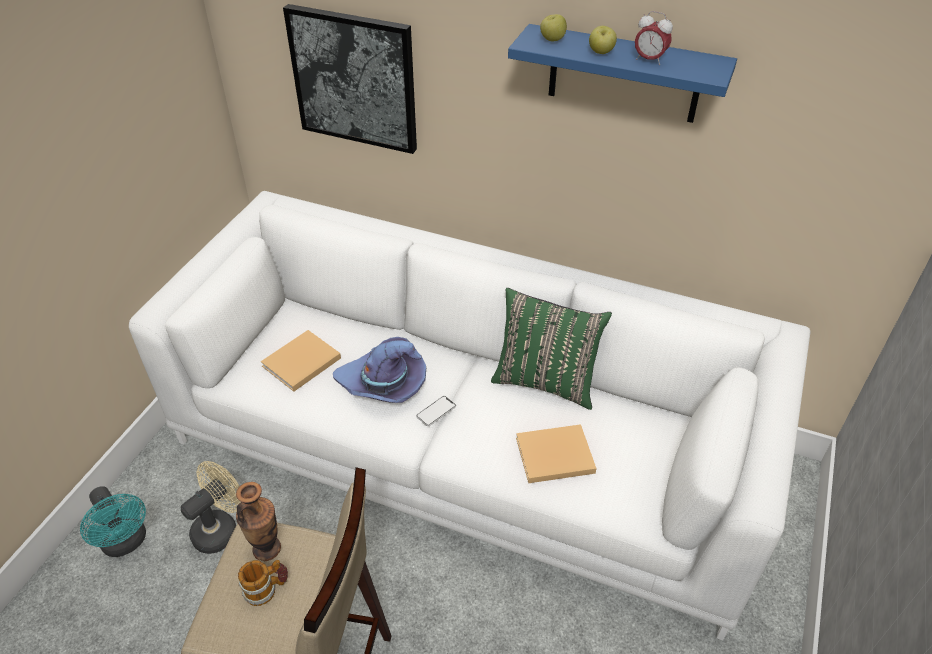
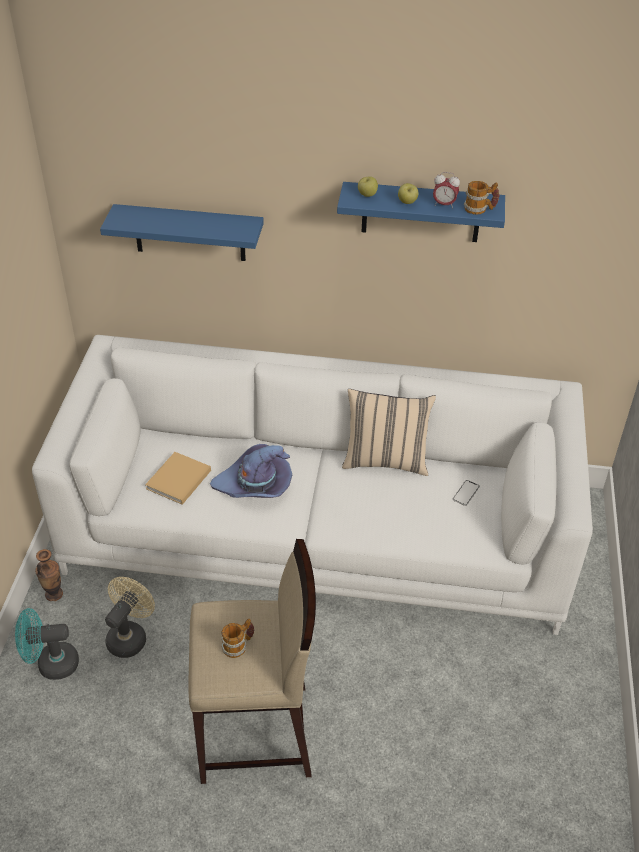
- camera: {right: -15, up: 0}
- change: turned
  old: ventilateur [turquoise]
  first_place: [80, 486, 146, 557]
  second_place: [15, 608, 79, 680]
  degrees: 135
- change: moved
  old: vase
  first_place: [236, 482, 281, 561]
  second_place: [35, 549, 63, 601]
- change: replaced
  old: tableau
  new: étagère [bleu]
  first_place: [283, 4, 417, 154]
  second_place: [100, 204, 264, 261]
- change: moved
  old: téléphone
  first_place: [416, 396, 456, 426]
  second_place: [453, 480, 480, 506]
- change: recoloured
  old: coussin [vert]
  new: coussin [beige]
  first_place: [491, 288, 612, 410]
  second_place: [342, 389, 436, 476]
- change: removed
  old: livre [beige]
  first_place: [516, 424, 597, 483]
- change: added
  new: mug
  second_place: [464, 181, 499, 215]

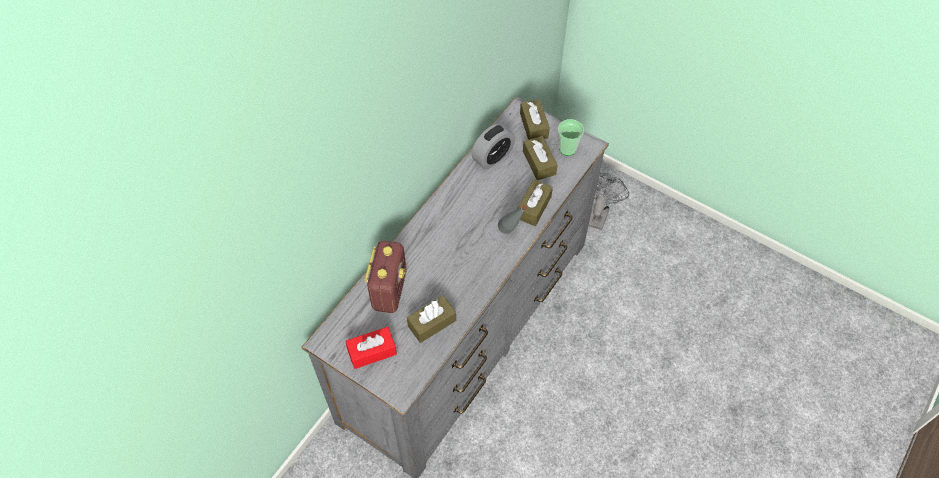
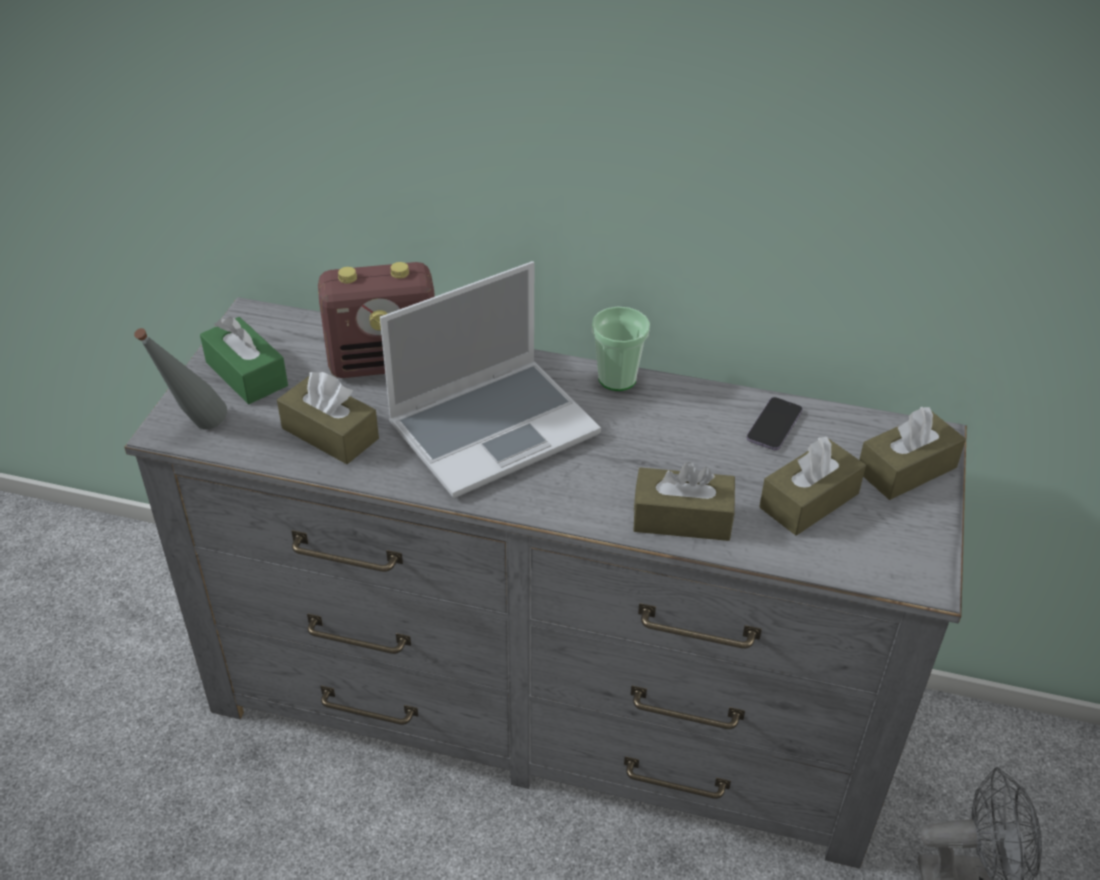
- camera: {right: 70, up: -15}
- change: recoloured
  old: boîte à mouchoirs [rouge]
  new: boîte à mouchoirs [vert]
  first_place: [346, 327, 397, 369]
  second_place: [200, 316, 288, 404]
- change: replaced
  old: réveil
  new: téléphone
  first_place: [471, 124, 515, 170]
  second_place: [747, 397, 803, 450]
- change: moved
  old: bouteille [gris]
  first_place: [498, 205, 527, 234]
  second_place: [134, 328, 227, 429]
- change: moved
  old: tasse
  first_place: [558, 119, 584, 156]
  second_place: [592, 306, 650, 391]
- change: added
  new: ordinateur portable
  second_place: [380, 261, 601, 498]

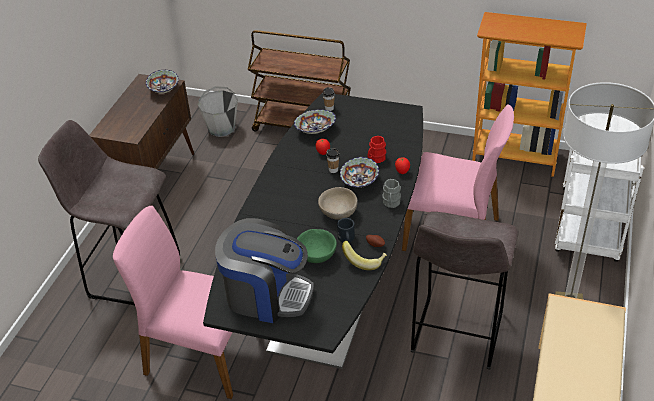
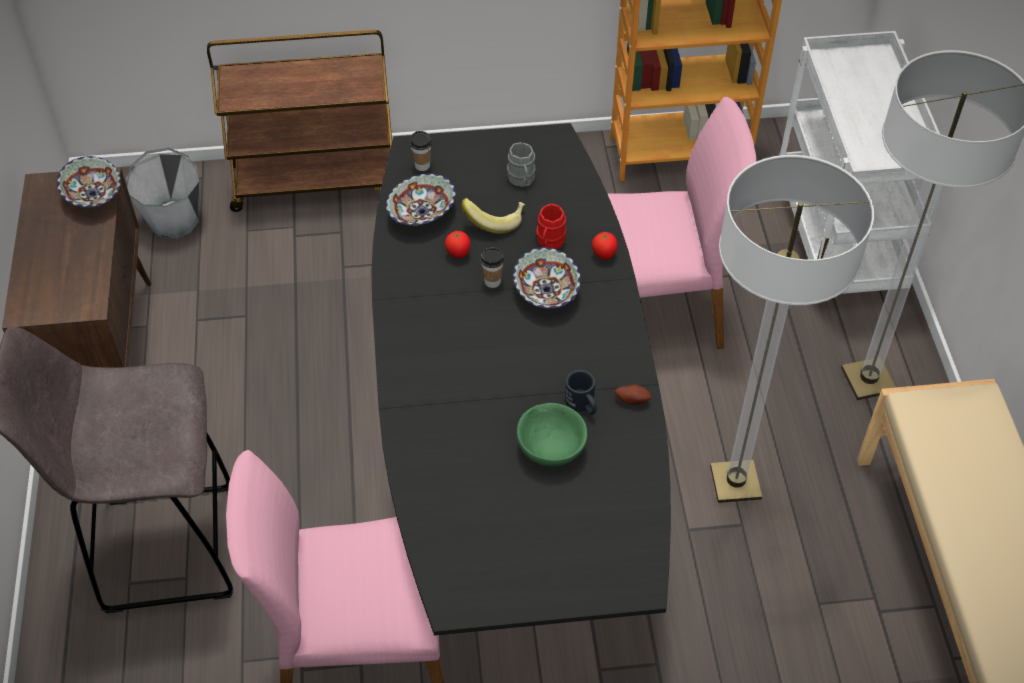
- camera: {right: -25, up: 10}
- change: removed
  old: machine à café
  first_place: [215, 218, 314, 323]
- change: removed
  old: bol [beige]
  first_place: [318, 187, 358, 220]
- change: moved
  old: banane
  first_place: [342, 241, 387, 270]
  second_place: [461, 198, 525, 234]
- change: moved
  old: mug [gris]
  first_place: [382, 179, 401, 208]
  second_place: [507, 142, 536, 187]
- change: replaced
  old: tabouret [gris]
  new: lampadaire
  first_place: [411, 212, 519, 370]
  second_place: [710, 155, 874, 503]

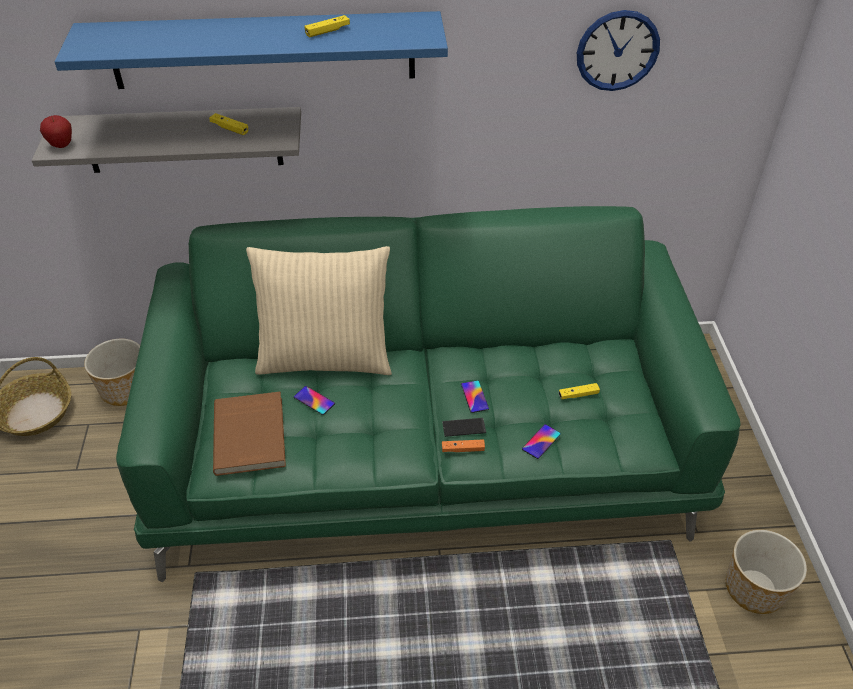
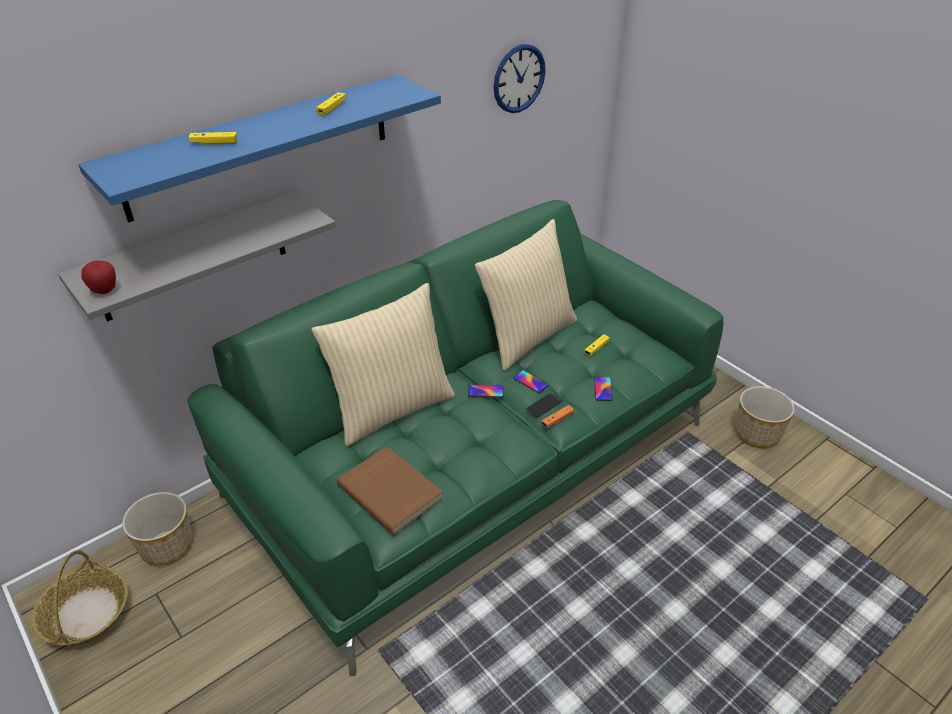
- camera: {right: -35, up: -5}
- change: moved
  old: manette [jaune]
  first_place: [209, 113, 248, 135]
  second_place: [188, 132, 237, 145]
- change: moved
  old: téléphone
  first_place: [294, 386, 335, 415]
  second_place: [468, 385, 503, 397]
- change: added
  new: coussin [beige]
  second_place: [475, 219, 577, 371]

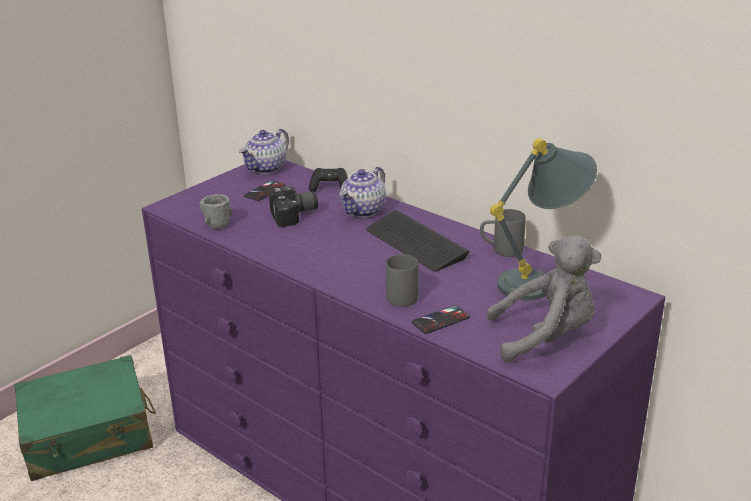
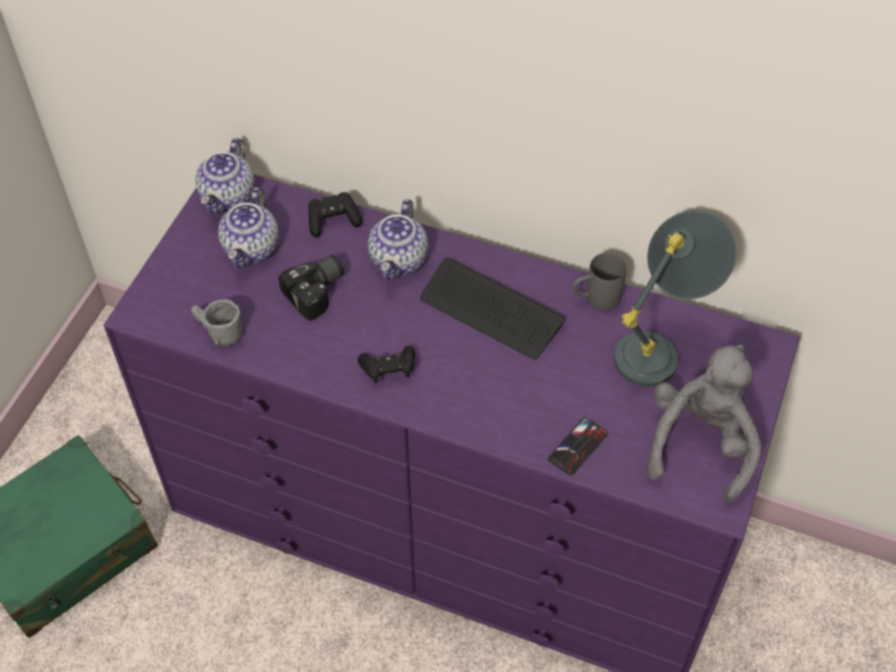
- camera: {right: -20, up: 25}
- change: replaced
  old: téléphone
  new: théière
  first_place: [244, 180, 285, 201]
  second_place: [218, 187, 279, 268]
- change: removed
  old: mug [gris]
  first_place: [386, 254, 419, 307]
- change: turned
  old: peluche [gris]
  first_place: [486, 235, 601, 363]
  second_place: [646, 344, 762, 504]
  degrees: -45
- change: added
  new: manette [noir]
  second_place: [358, 346, 415, 383]

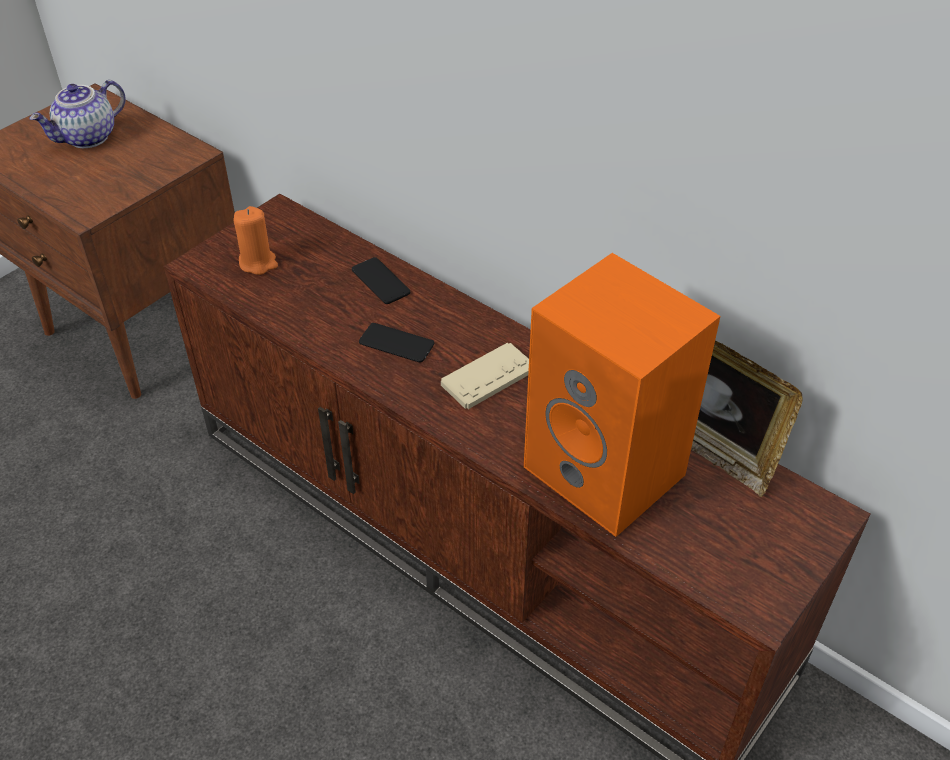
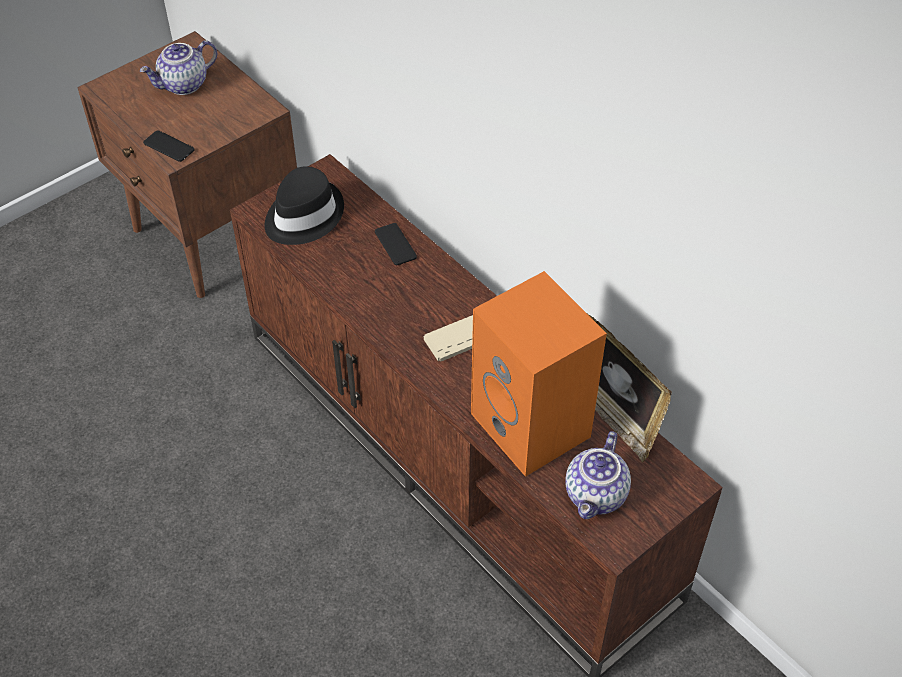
- camera: {right: 10, up: 5}
- change: replaced
  old: bougie [orange]
  new: chapeau [noir]
  first_place: [233, 206, 278, 275]
  second_place: [265, 166, 344, 245]
- change: moved
  old: téléphone
  first_place: [359, 323, 434, 363]
  second_place: [143, 130, 195, 162]
- change: added
  new: théière
  second_place: [565, 431, 631, 519]

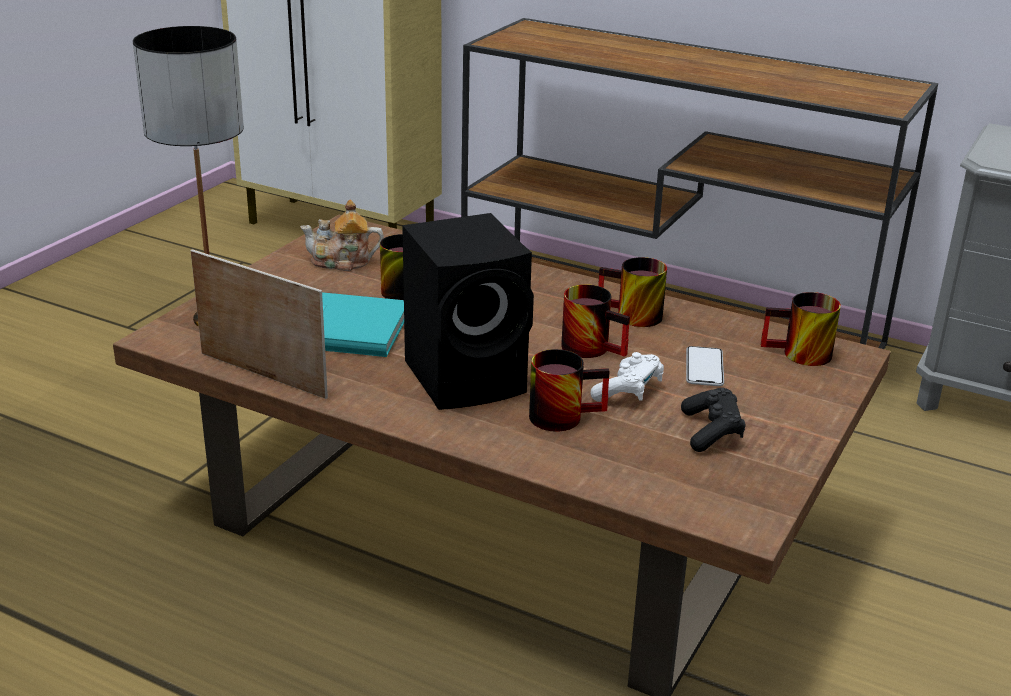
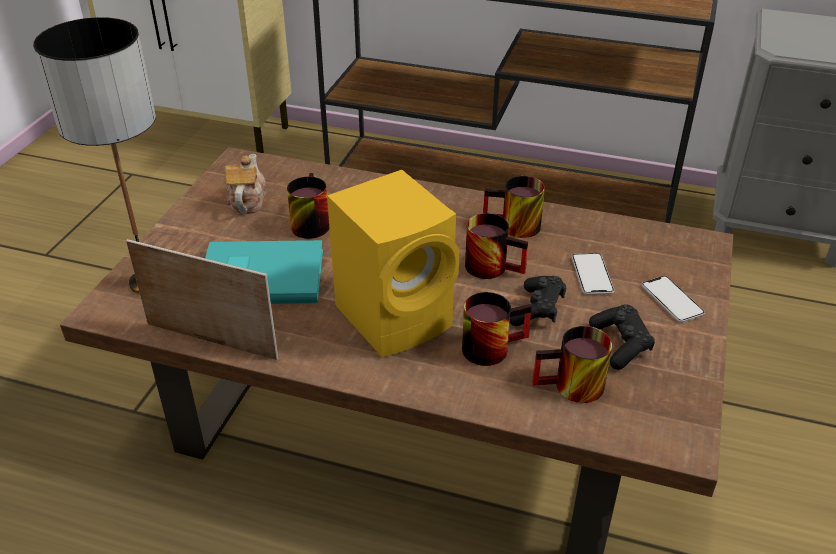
- camera: {right: -10, up: 10}
- change: turned
  old: théière
  first_place: [300, 200, 384, 271]
  second_place: [225, 154, 267, 214]
  degrees: 105
- change: recoloured
  old: enceinte [noir]
  new: enceinte [jaune]
  first_place: [402, 213, 534, 410]
  second_place: [327, 170, 459, 357]
- change: recoloured
  old: manette [blanc]
  new: manette [noir]
  first_place: [591, 352, 664, 402]
  second_place: [510, 276, 566, 326]
- change: moved
  old: mug
  first_place: [761, 292, 841, 366]
  second_place: [532, 326, 612, 403]
- change: added
  new: téléphone
  second_place: [641, 276, 705, 323]

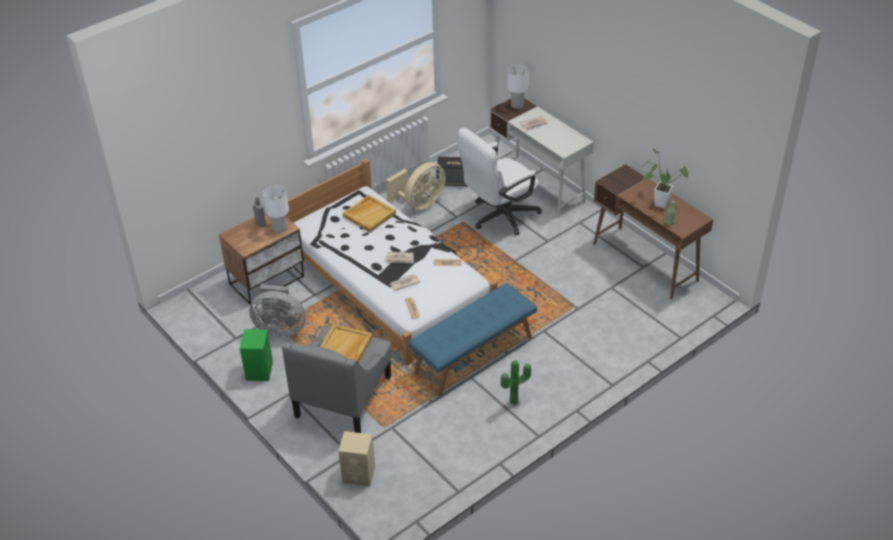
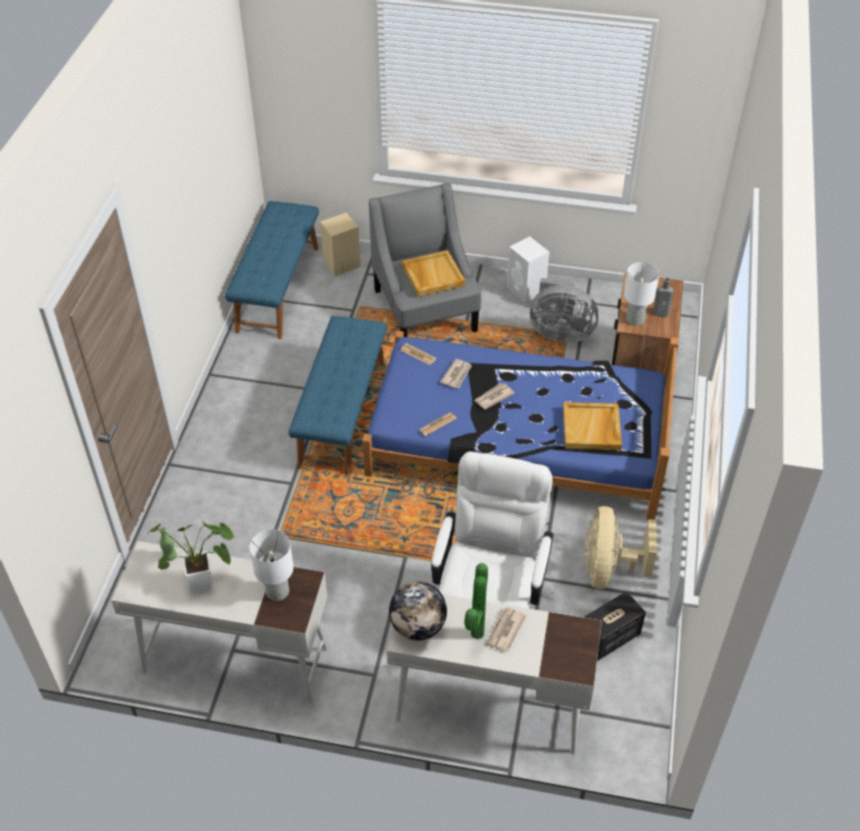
- camera: {right: 140, up: 5}
- change: recoloured
  old: enceinte [vert]
  new: enceinte [blanc]
  first_place: [240, 329, 273, 381]
  second_place: [507, 236, 549, 303]
- change: turned
  old: ventilateur [gris]
  first_place: [249, 285, 306, 337]
  second_place: [530, 278, 599, 343]
  degrees: -135
- change: recoloured
  old: lit [blanc]
  new: lit [bleu]
  first_place: [285, 158, 498, 366]
  second_place: [362, 331, 679, 520]
- change: moved
  old: plante en pot
  first_place: [501, 360, 531, 405]
  second_place: [465, 563, 488, 640]
- change: moved
  old: lampe de table [blanc]
  first_place: [507, 64, 529, 109]
  second_place: [250, 529, 294, 601]
- change: recoloured
  old: bureau [marron]
  new: bureau [blanc]
  first_place: [593, 164, 713, 299]
  second_place: [111, 541, 328, 704]
- change: added
  new: banc [bleu]
  second_place: [225, 201, 319, 339]
- change: added
  new: globe
  second_place: [389, 582, 447, 641]

